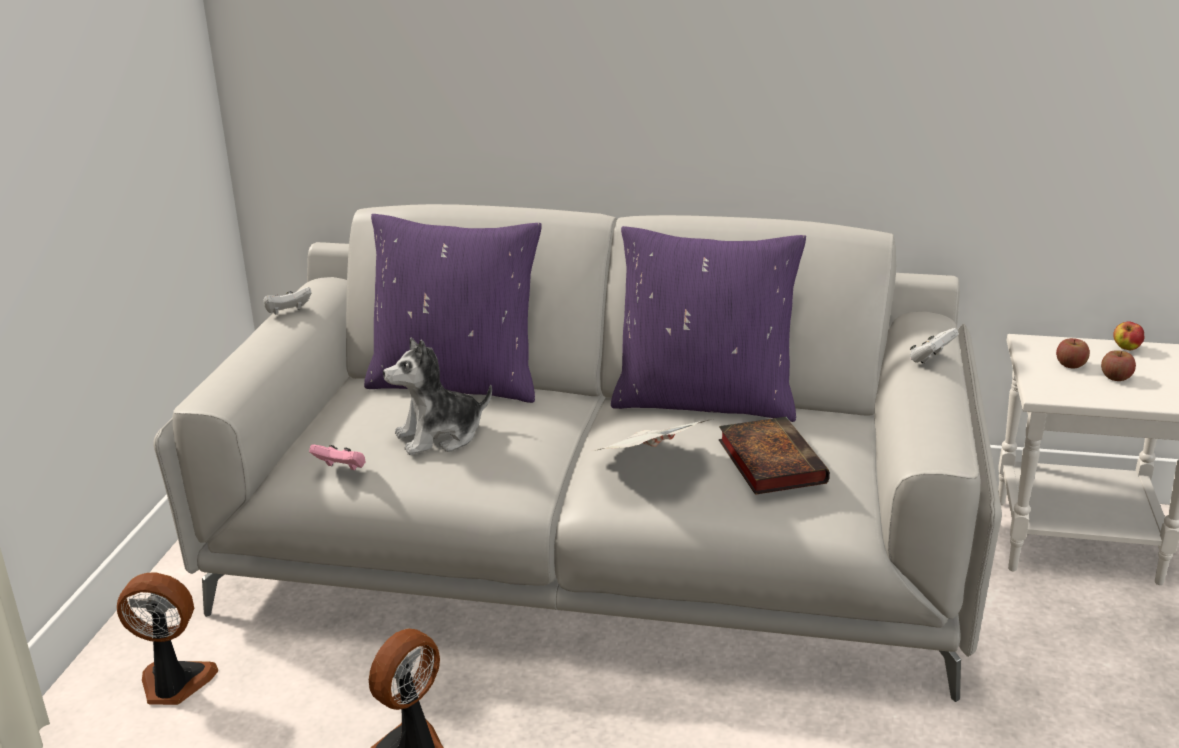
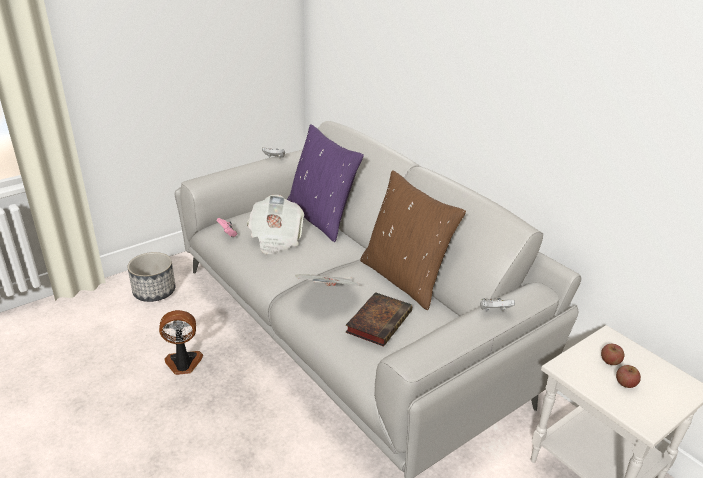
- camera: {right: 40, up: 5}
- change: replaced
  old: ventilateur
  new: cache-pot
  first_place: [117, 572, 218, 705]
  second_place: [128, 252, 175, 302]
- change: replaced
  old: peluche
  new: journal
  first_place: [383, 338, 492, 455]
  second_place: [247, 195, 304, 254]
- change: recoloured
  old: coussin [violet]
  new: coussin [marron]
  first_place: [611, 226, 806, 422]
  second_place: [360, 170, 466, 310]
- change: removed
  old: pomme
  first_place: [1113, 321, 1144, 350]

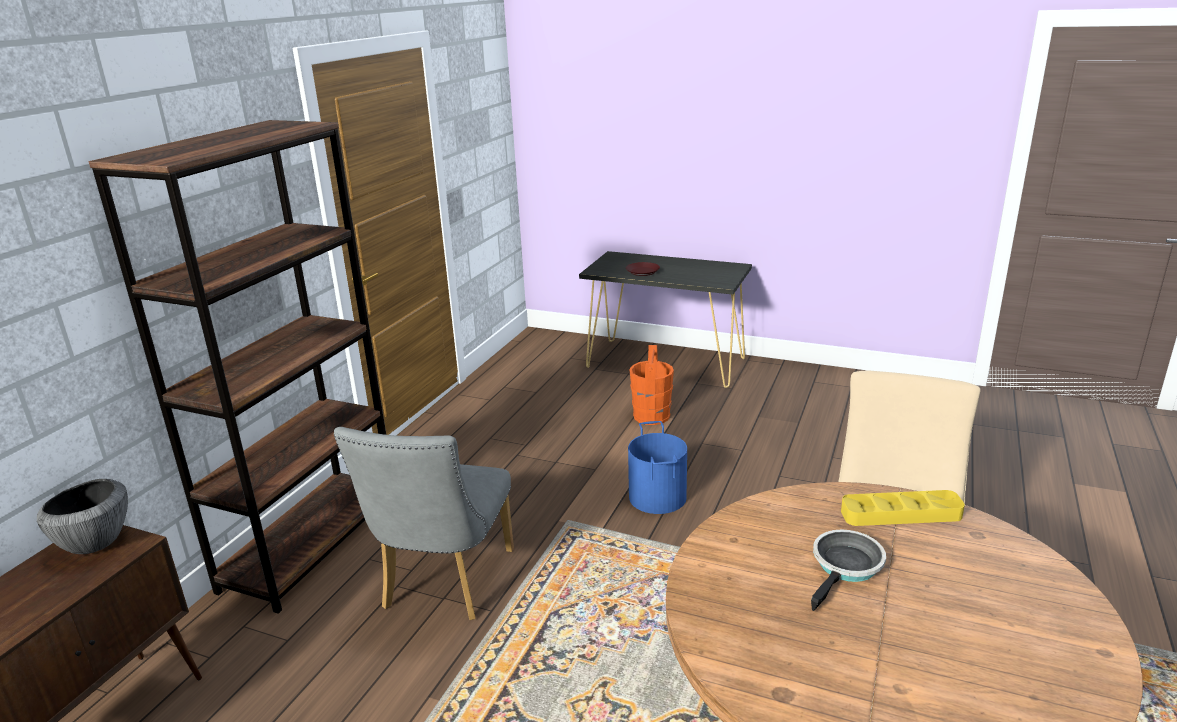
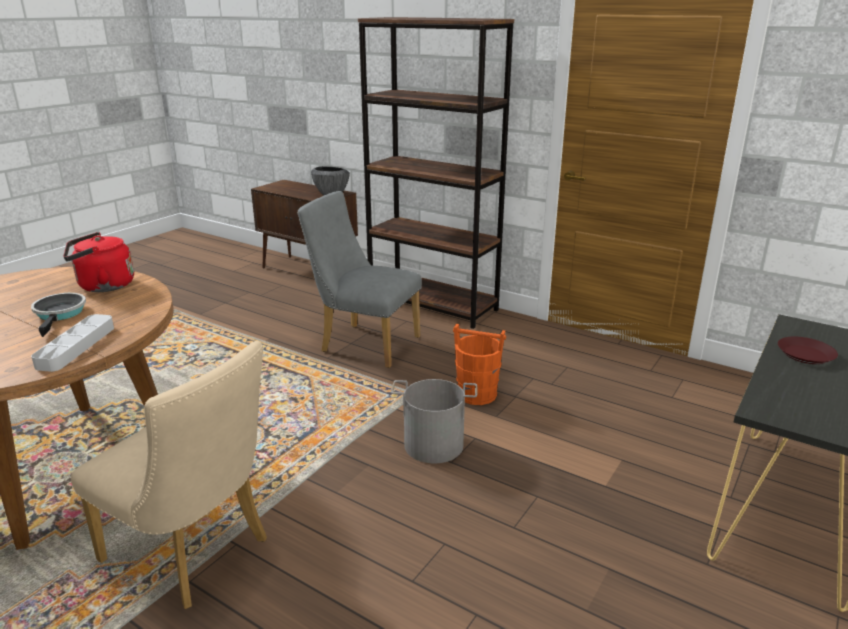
- camera: {right: 100, up: 0}
- change: recoloured
  old: seau [bleu]
  new: seau [gris]
  first_place: [628, 421, 687, 514]
  second_place: [391, 379, 478, 463]
- change: moved
  old: seau [orange]
  first_place: [629, 345, 674, 425]
  second_place: [453, 324, 506, 405]
- change: turned
  old: poêle
  first_place: [811, 530, 886, 611]
  second_place: [31, 293, 86, 337]
  degrees: -150
- change: recoloured
  old: plateau [jaune]
  new: plateau [gris]
  first_place: [841, 490, 965, 526]
  second_place: [31, 314, 114, 372]
- change: added
  new: bouilloire [rouge]
  second_place: [63, 232, 134, 292]

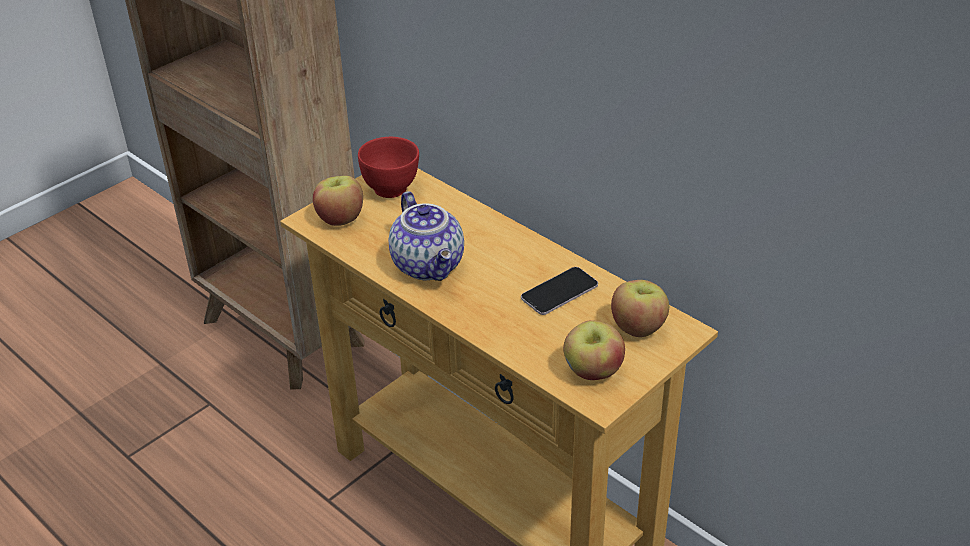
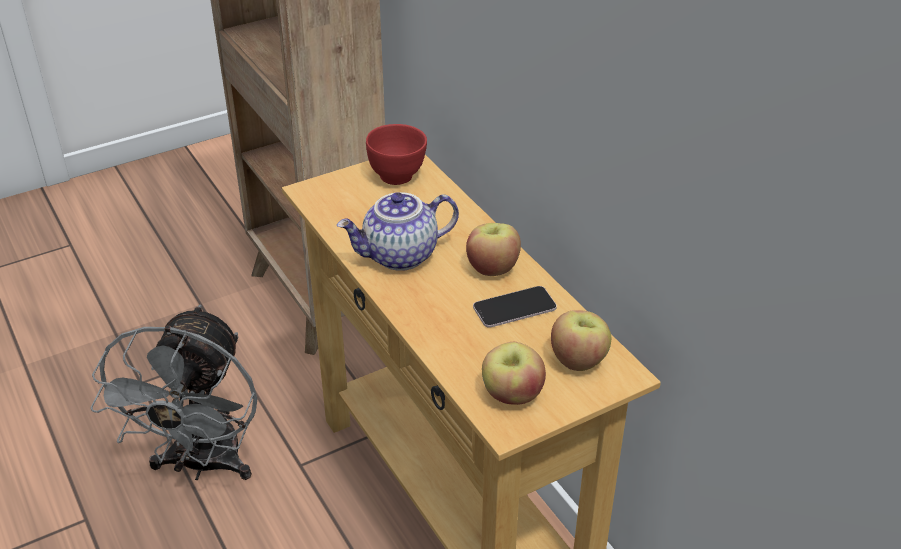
- camera: {right: 15, up: 0}
- change: moved
  old: pomme
  first_place: [313, 176, 363, 226]
  second_place: [466, 223, 521, 276]
- change: turned
  old: théière
  first_place: [389, 191, 464, 281]
  second_place: [337, 192, 459, 271]
  degrees: 75
- change: added
  new: ventilateur [gris]
  second_place: [90, 304, 258, 480]

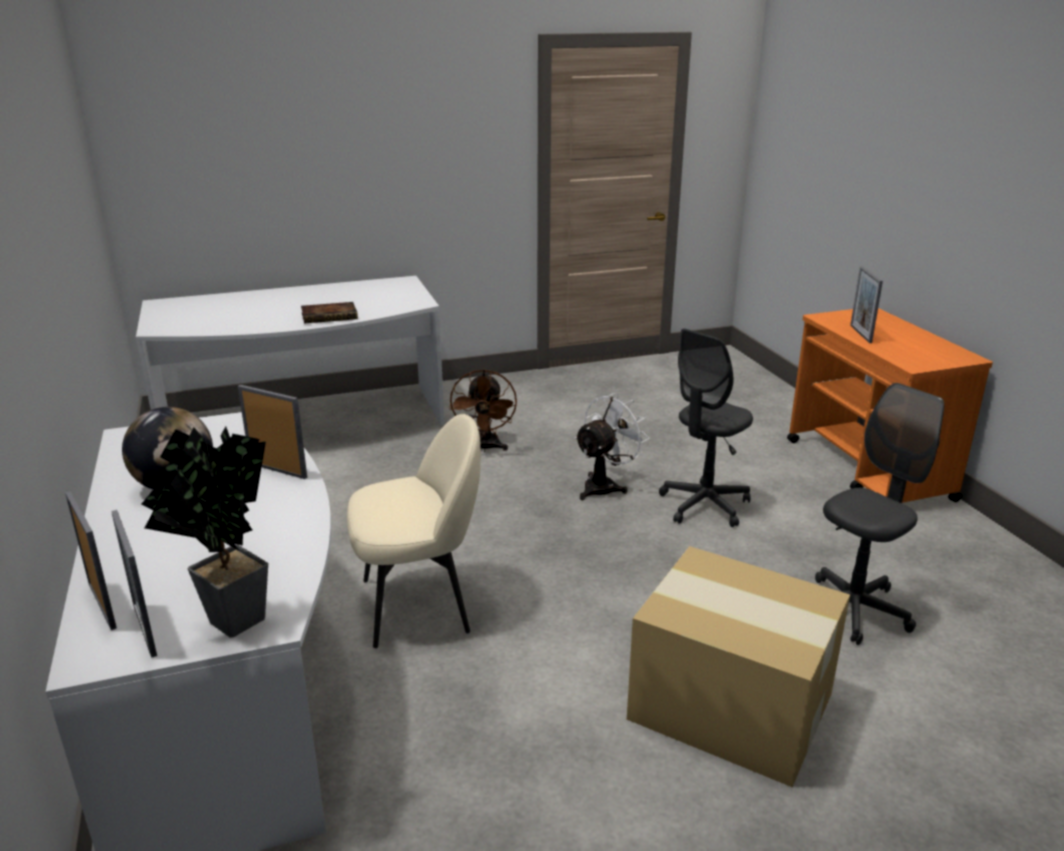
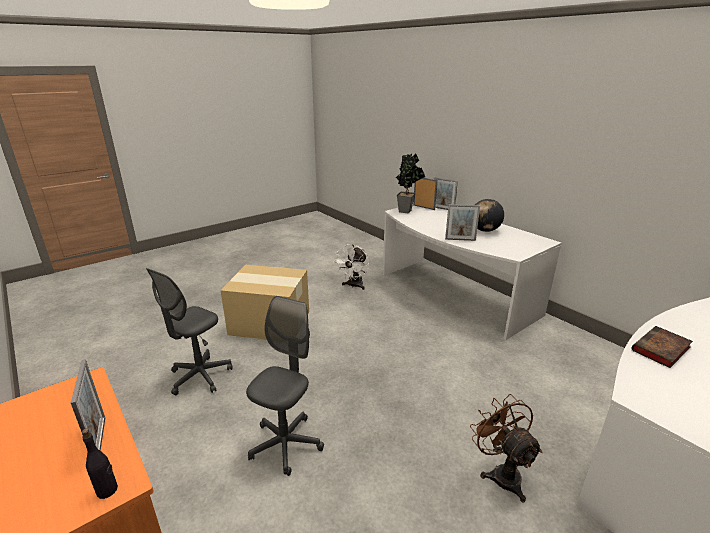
- camera: {right: 160, up: 0}
- change: removed
  old: chaise [beige]
  first_place: [347, 414, 481, 648]
- change: moved
  old: ventilateur [blanc]
  first_place: [574, 393, 649, 500]
  second_place: [333, 244, 369, 290]
- change: added
  new: bouteille [noir]
  second_place: [82, 428, 118, 499]

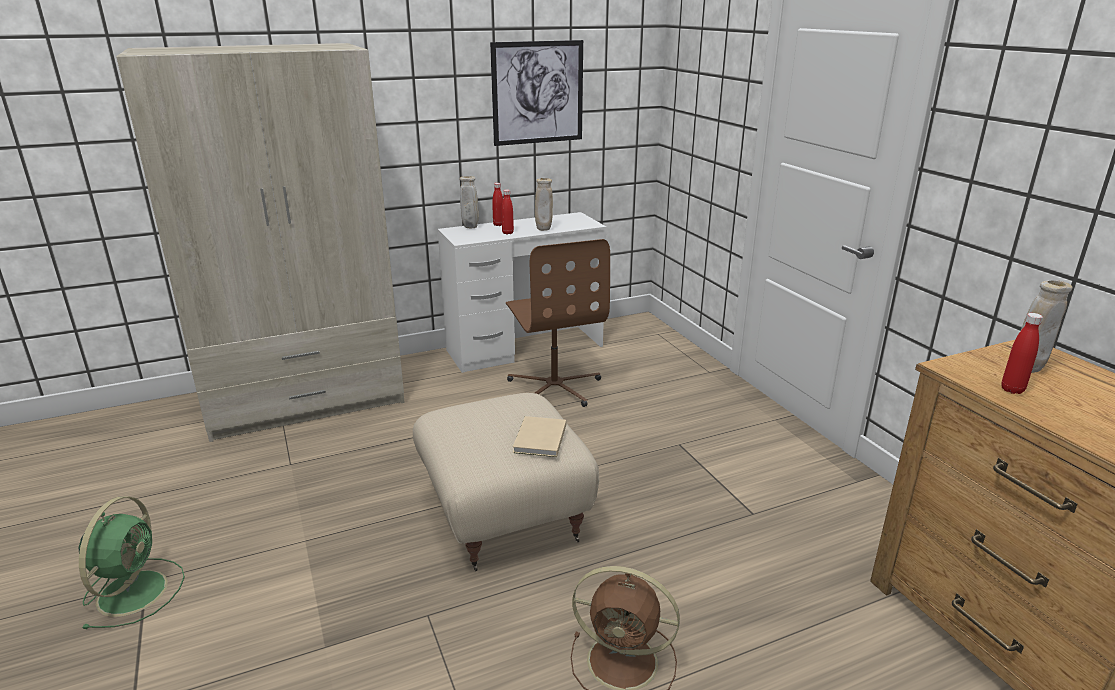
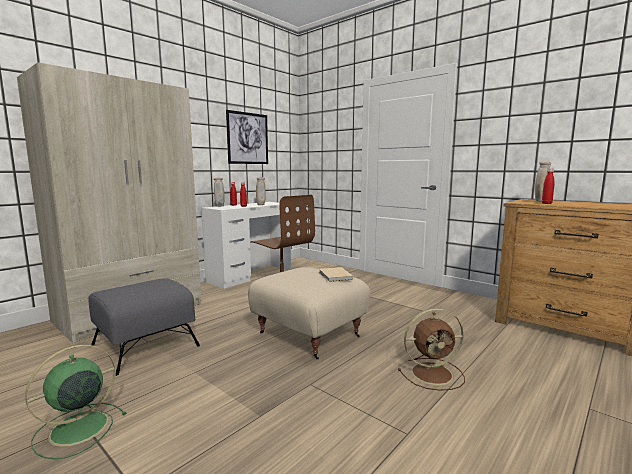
- camera: {right: -25, up: -15}
- change: turned
  old: ventilateur [vert]
  first_place: [79, 496, 185, 629]
  second_place: [25, 345, 127, 459]
  degrees: -120
- change: added
  new: pouf [gris]
  second_place: [88, 278, 200, 376]

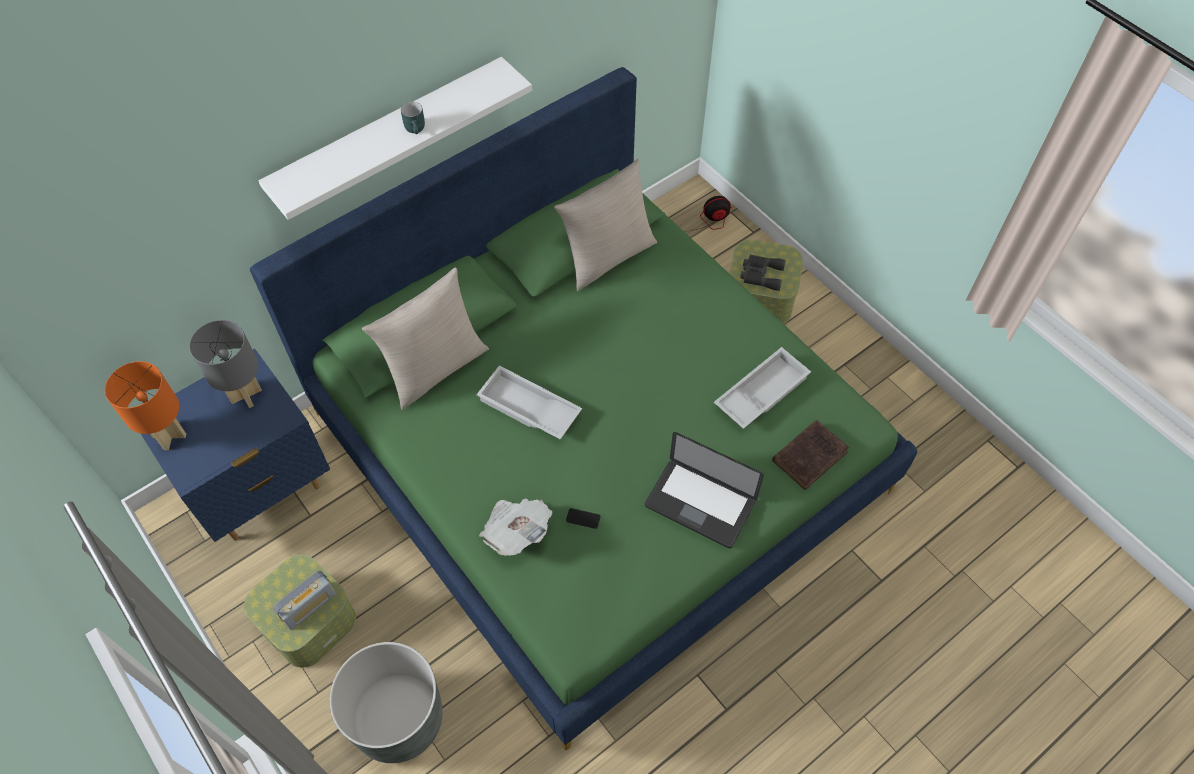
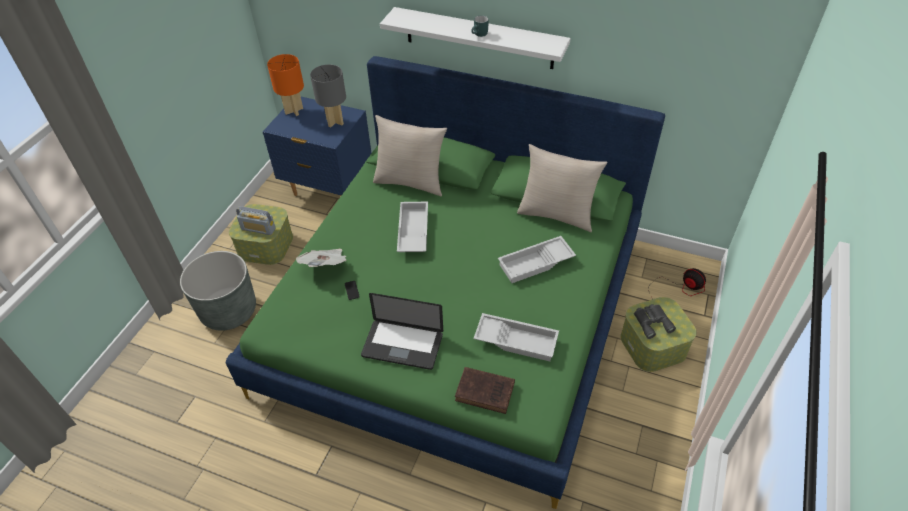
- camera: {right: 60, up: -10}
- change: turned
  old: ordinateur portable
  first_place: [645, 432, 764, 548]
  second_place: [361, 293, 443, 370]
  degrees: -75
- change: added
  new: plateau [blanc]
  second_place: [498, 236, 576, 283]

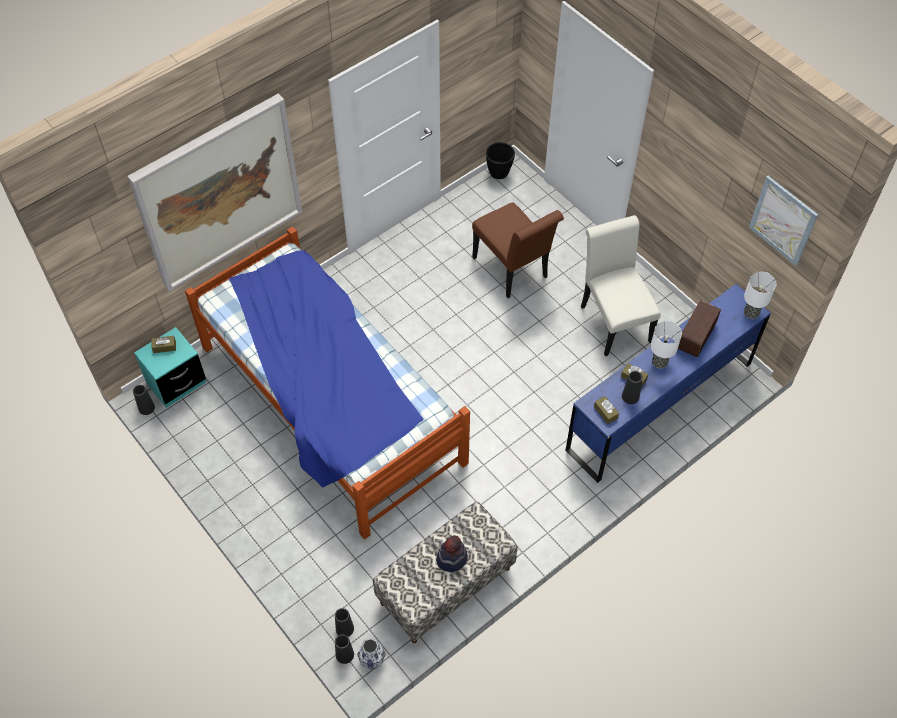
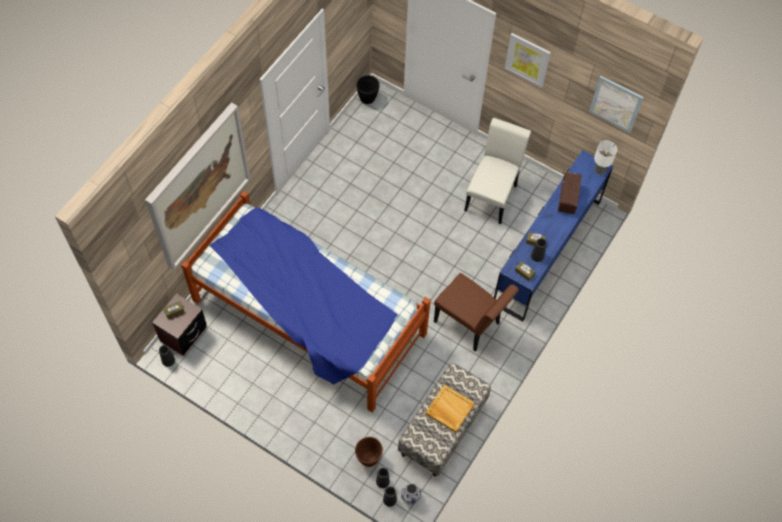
- camera: {right: -20, up: 5}
- change: recoloured
  old: table de chevet [turquoise]
  new: table de chevet [marron]
  first_place: [134, 327, 206, 408]
  second_place: [152, 293, 207, 356]
- change: replaced
  old: chapeau
  new: plateau [beige]
  first_place: [436, 536, 468, 572]
  second_place: [426, 385, 475, 433]
- change: moved
  old: chaise [marron]
  first_place: [472, 203, 564, 298]
  second_place: [434, 273, 519, 352]
- change: turned
  old: chaise [blanc]
  first_place: [581, 215, 661, 356]
  second_place: [464, 118, 531, 224]
  degrees: 60
- change: removed
  old: lampe de table
  first_place: [651, 321, 682, 369]
- change: added
  new: cache-pot [marron]
  second_place: [355, 437, 383, 467]
- change: added
  new: tableau
  second_place: [505, 33, 551, 88]

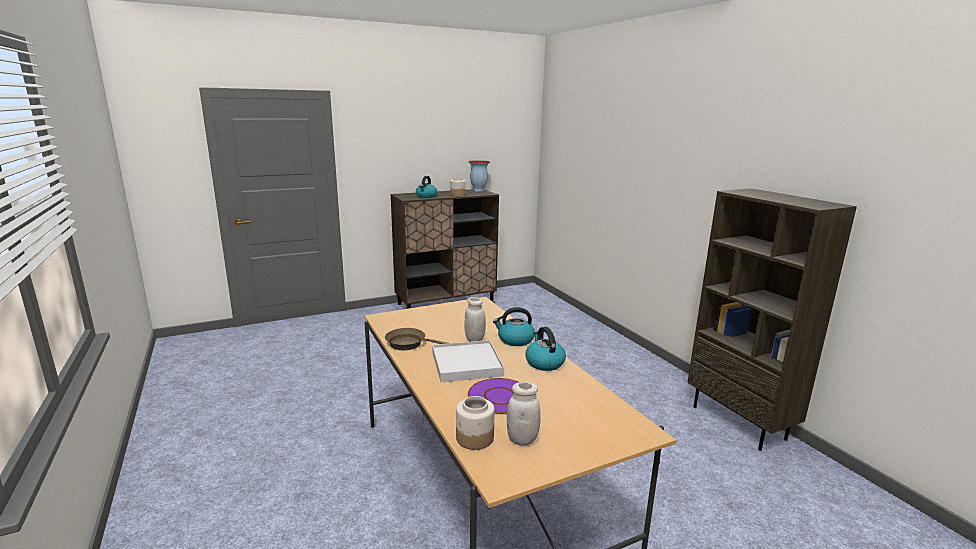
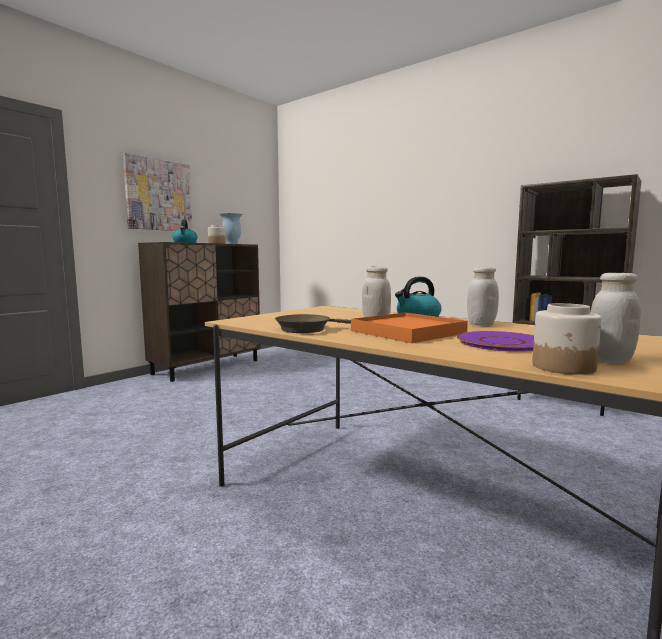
- camera: {right: -25, up: -10}
- change: recoloured
  old: plateau [blanc]
  new: plateau [orange]
  first_place: [432, 340, 504, 382]
  second_place: [351, 312, 468, 343]
- change: replaced
  old: bouilloire
  new: bocal [blanc]
  first_place: [526, 327, 566, 371]
  second_place: [467, 267, 499, 326]
- change: added
  new: tableau
  second_place: [123, 153, 192, 231]

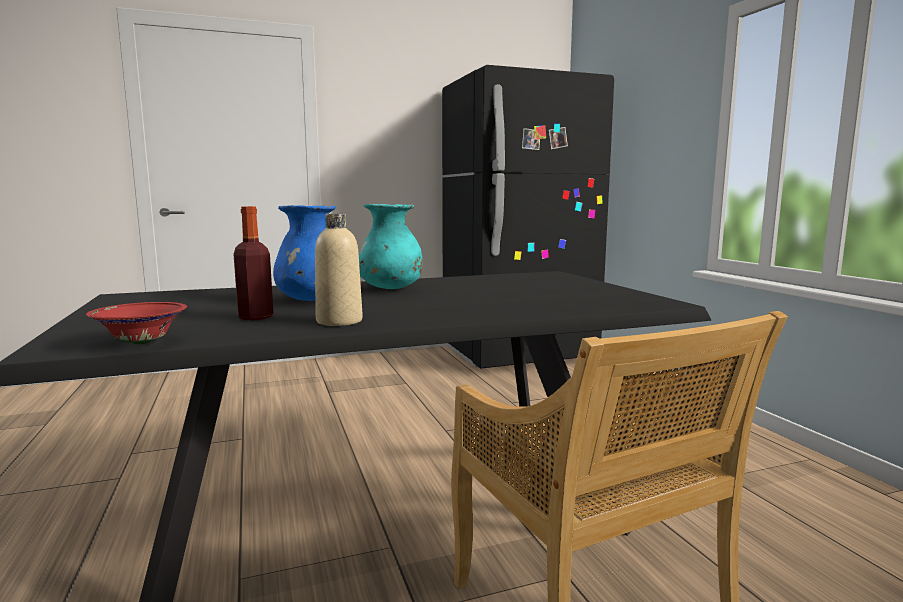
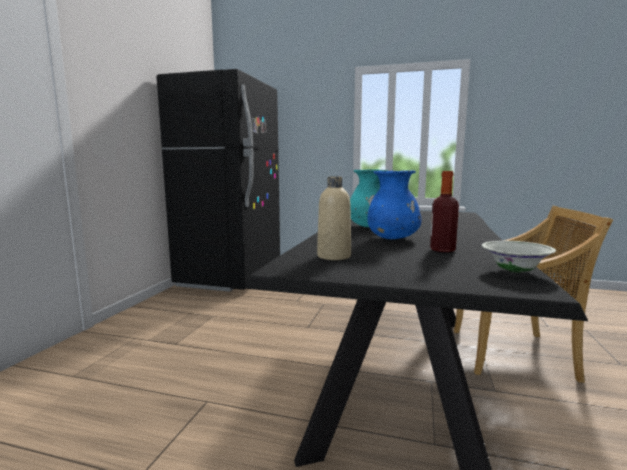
- camera: {right: -55, up: 0}
- change: recoloured
  old: bol [rouge]
  new: bol [blanc]
  first_place: [86, 302, 187, 344]
  second_place: [482, 241, 556, 273]
- change: moved
  old: bouteille [beige]
  first_place: [315, 214, 363, 326]
  second_place: [317, 177, 351, 260]

